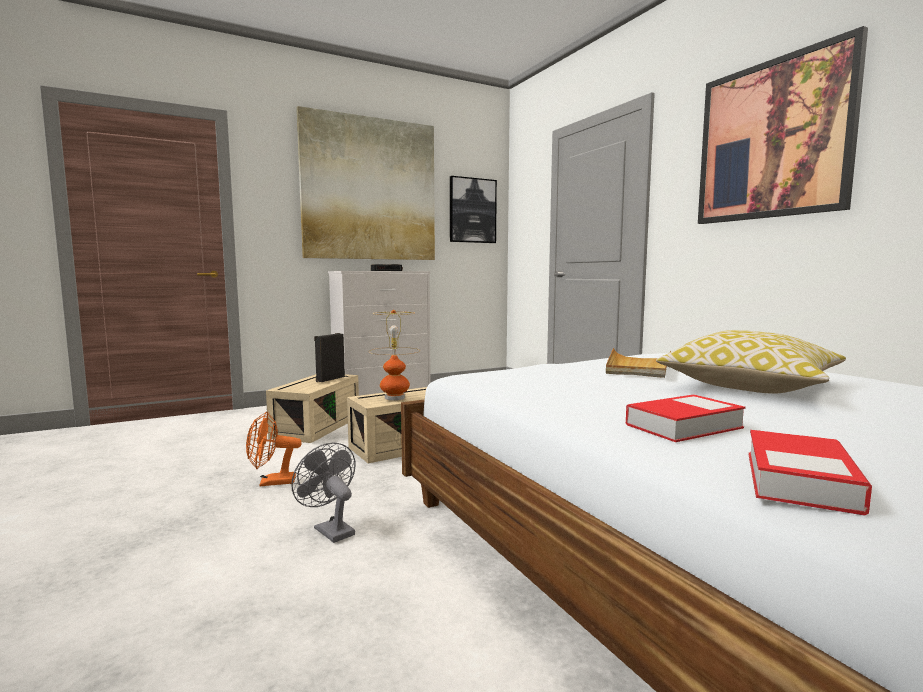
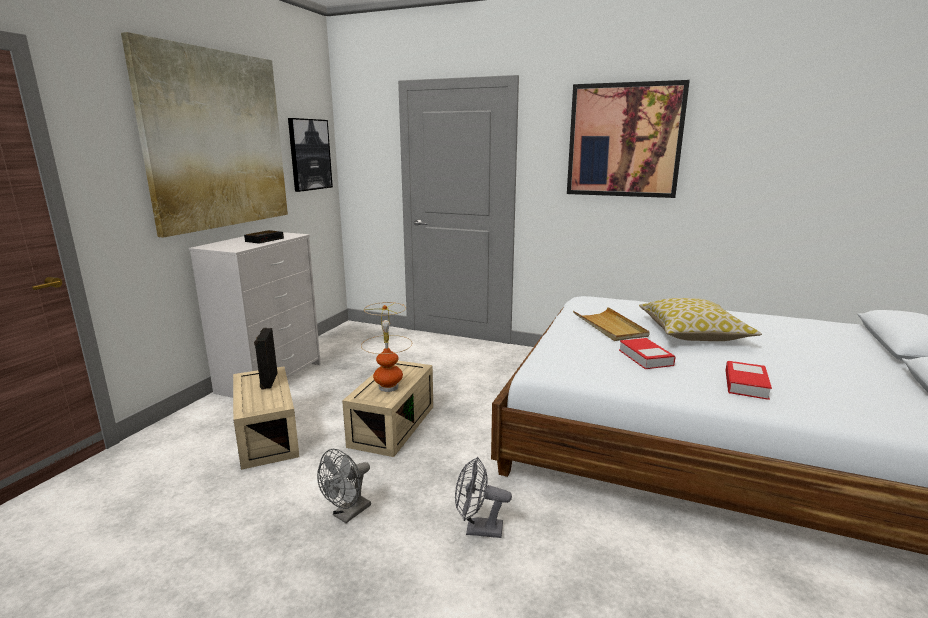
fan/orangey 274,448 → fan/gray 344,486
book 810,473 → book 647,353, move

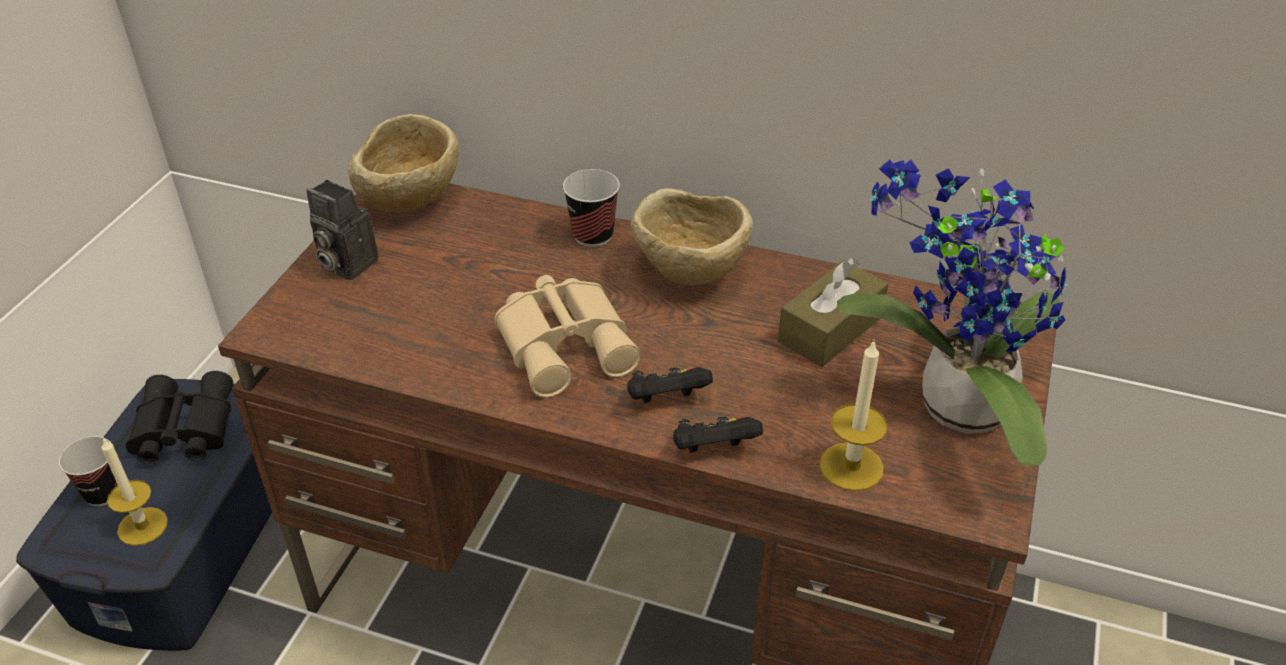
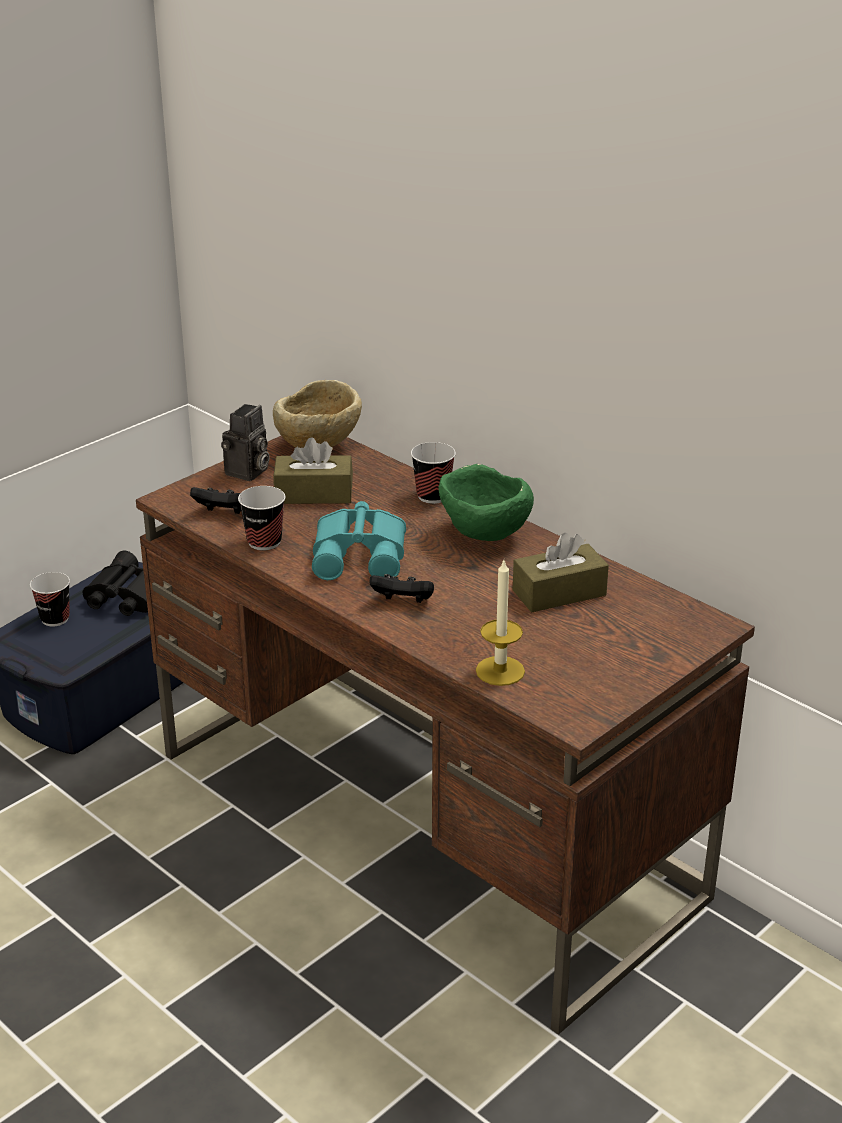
joypad/blackish 718,435 → joypad/blackish 215,500, move
still camera 342,230 → still camera 245,442, 120 degrees counterclockwise
- → drinking cup 261,518
- → tissue holder/brown 313,470
field glasses/sand-coloured 567,336 → field glasses/blue-green 359,540
serving bowl/sand-coloured 692,236 → serving bowl/greenish 486,502
candle 135,492 → -
potted plant 952,313 → -

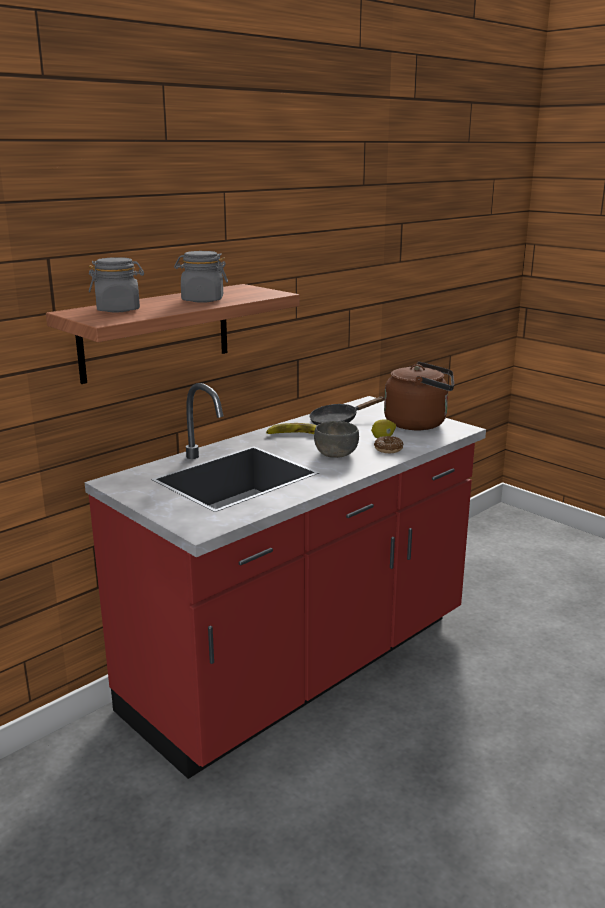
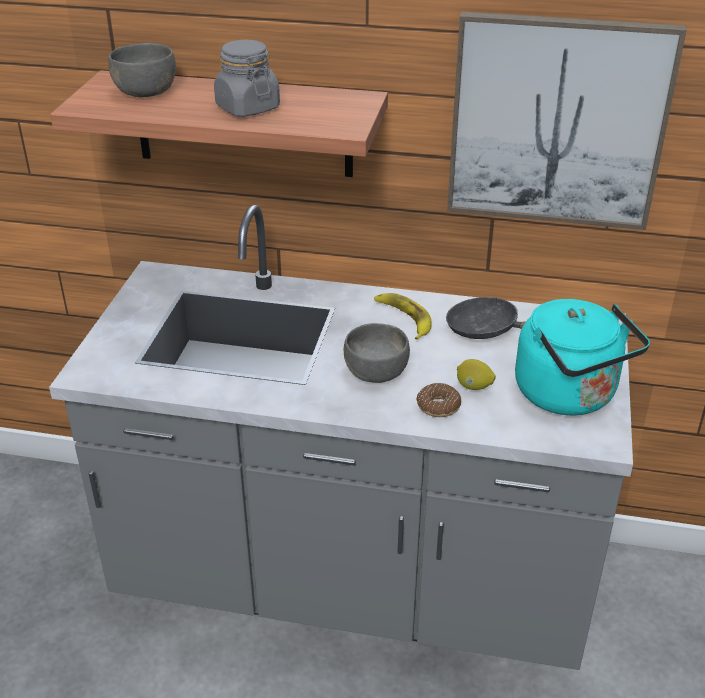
kitchen counter/red 285,581 → kitchen counter/gray 341,437
jar/gray 116,284 → serving bowl/gray 142,70
- → picture 567,120
water kettle/brown 419,396 → water kettle/blue-green 582,357

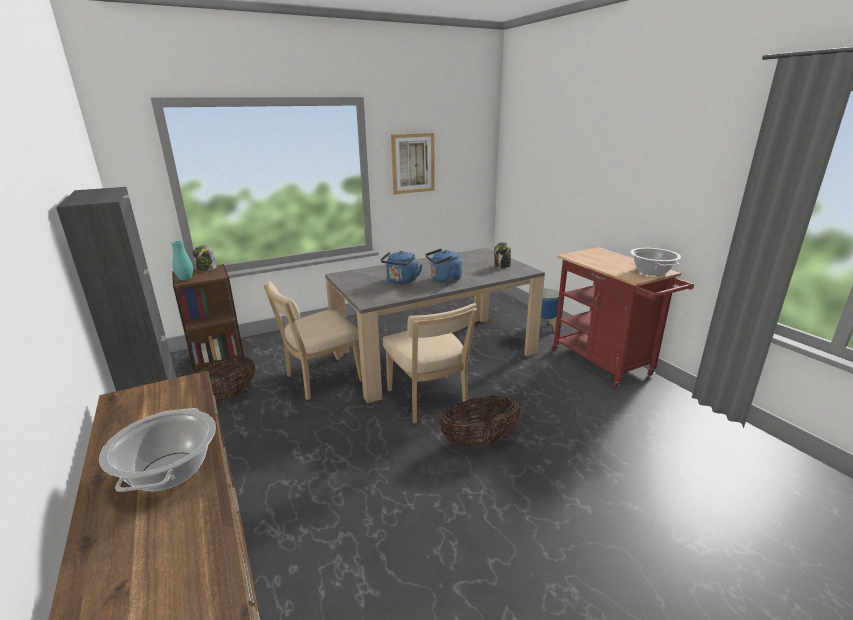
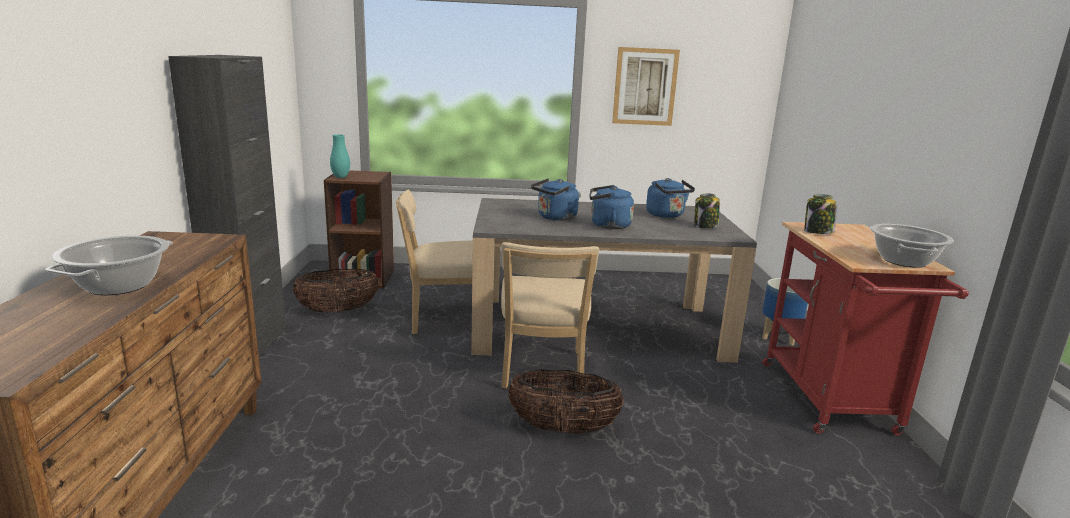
- → water kettle/bluish 670,198
jar 204,258 → jar 820,214, move

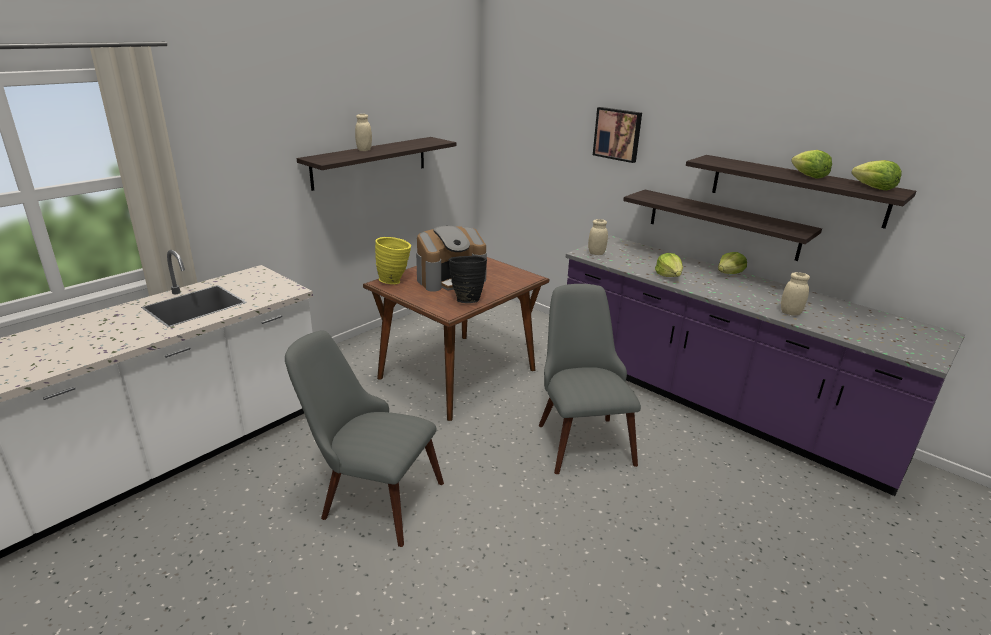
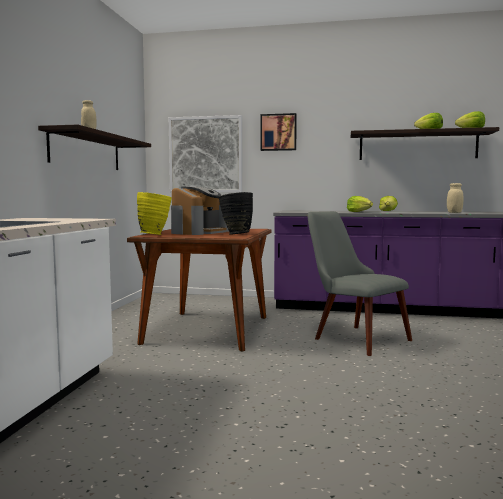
- → picture 205,153
plain chair/gray 364,438 → -
jar/sand-coloured 598,237 → -
wall shelf 722,225 → -

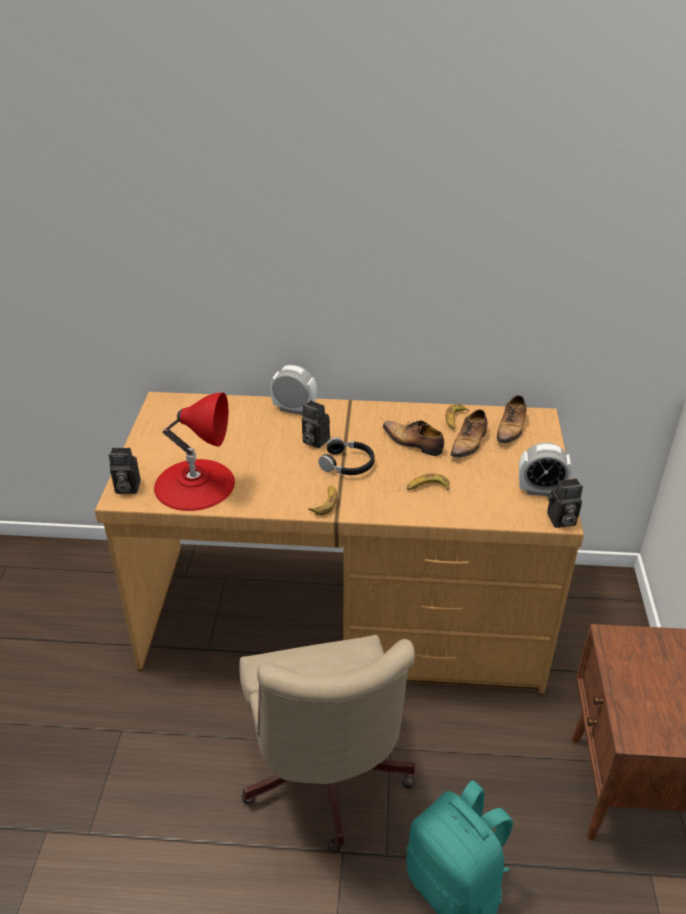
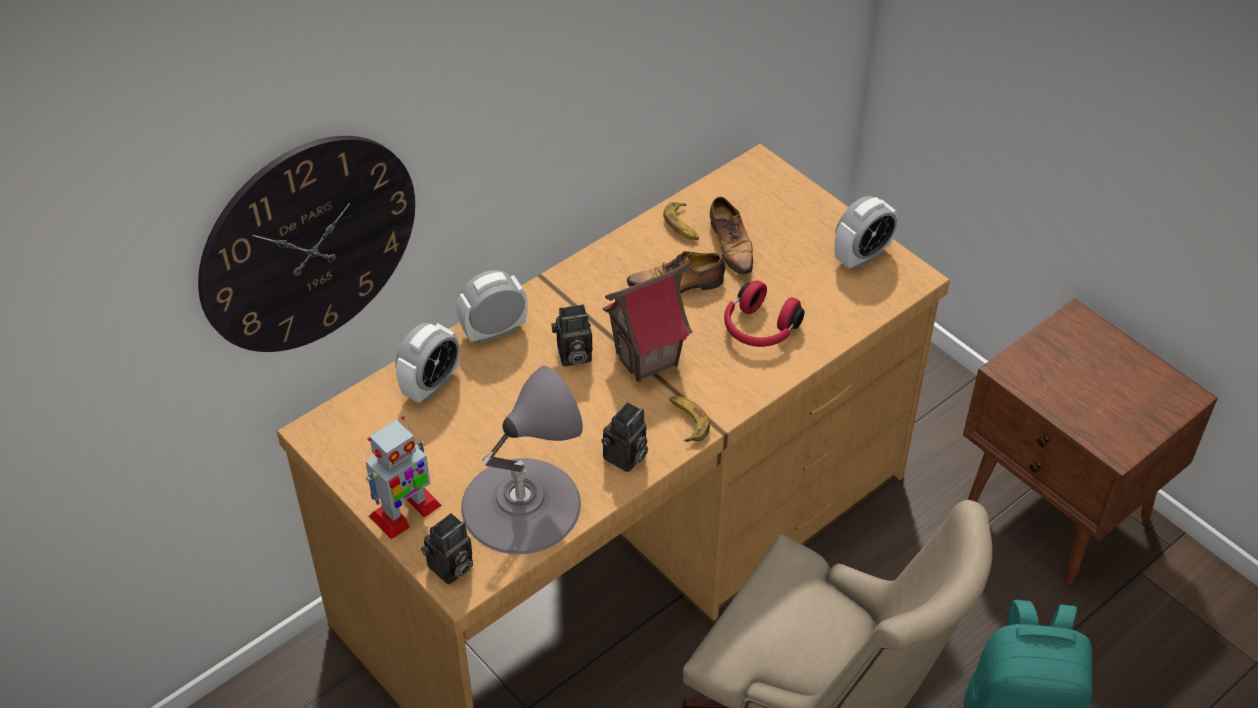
- → wall clock 306,244
- → robot figure 404,477
- → table clock 427,363
lamp for a table/red 194,451 → lamp for a table/gray 522,460
still camera 565,503 → still camera 624,437, move
headset/blackish 346,456 → model house 648,322
whole banana 428,482 → headset/red 764,313
item of footwear 512,419 → -

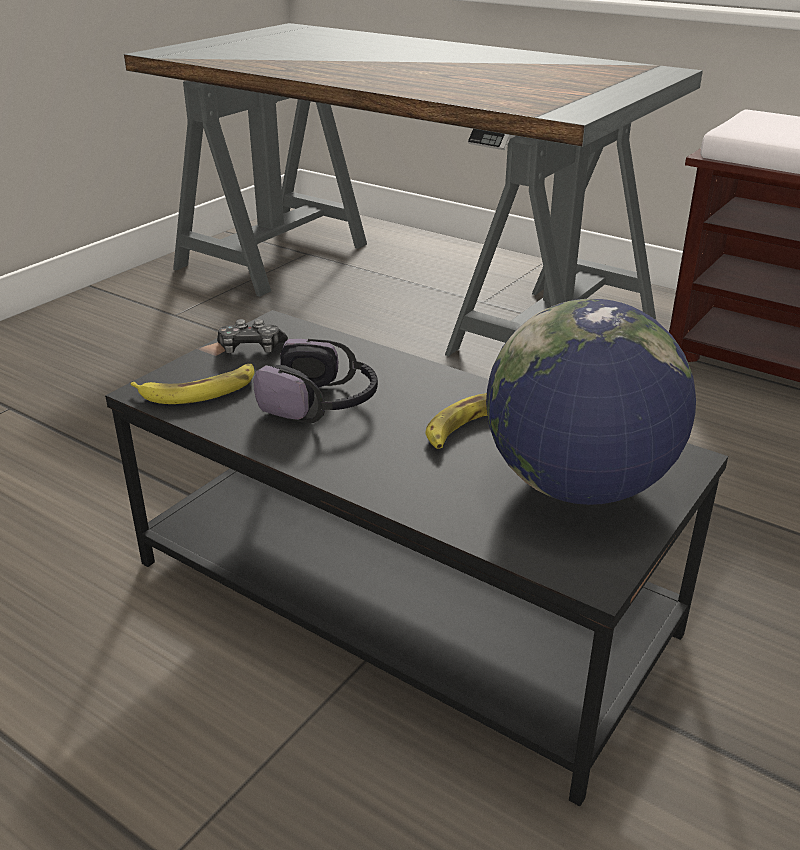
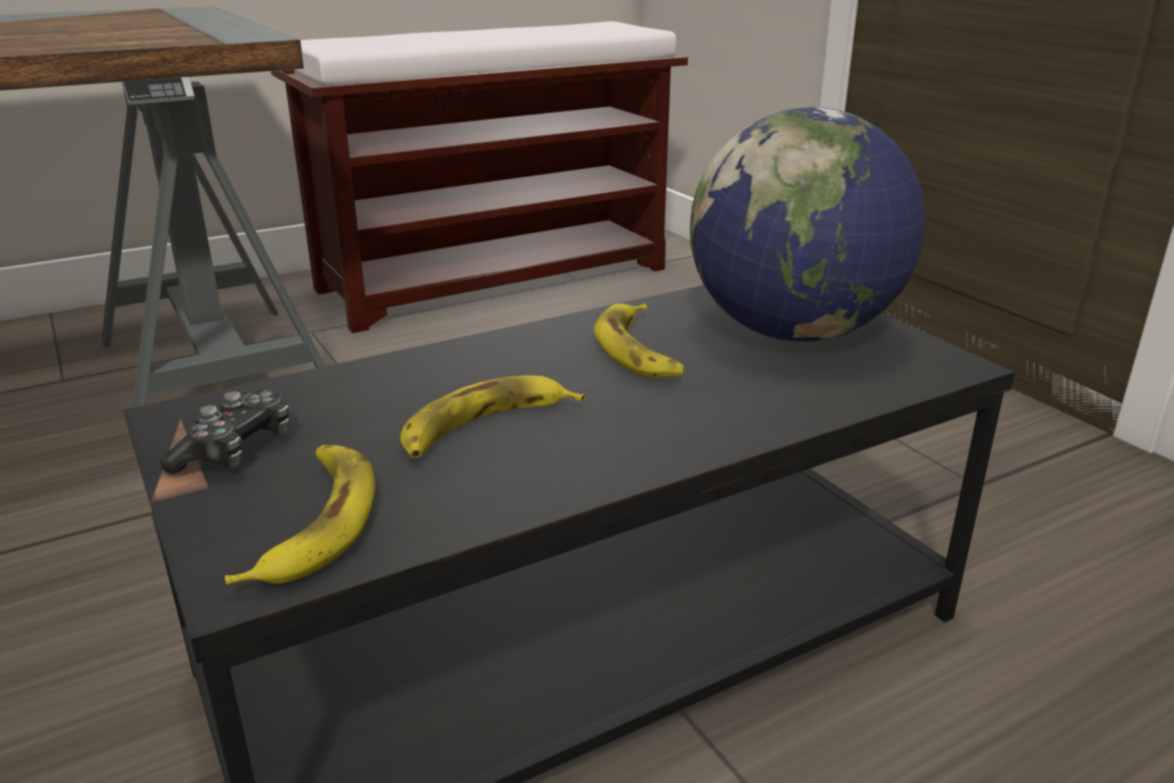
headset 316,381 → whole banana 492,416

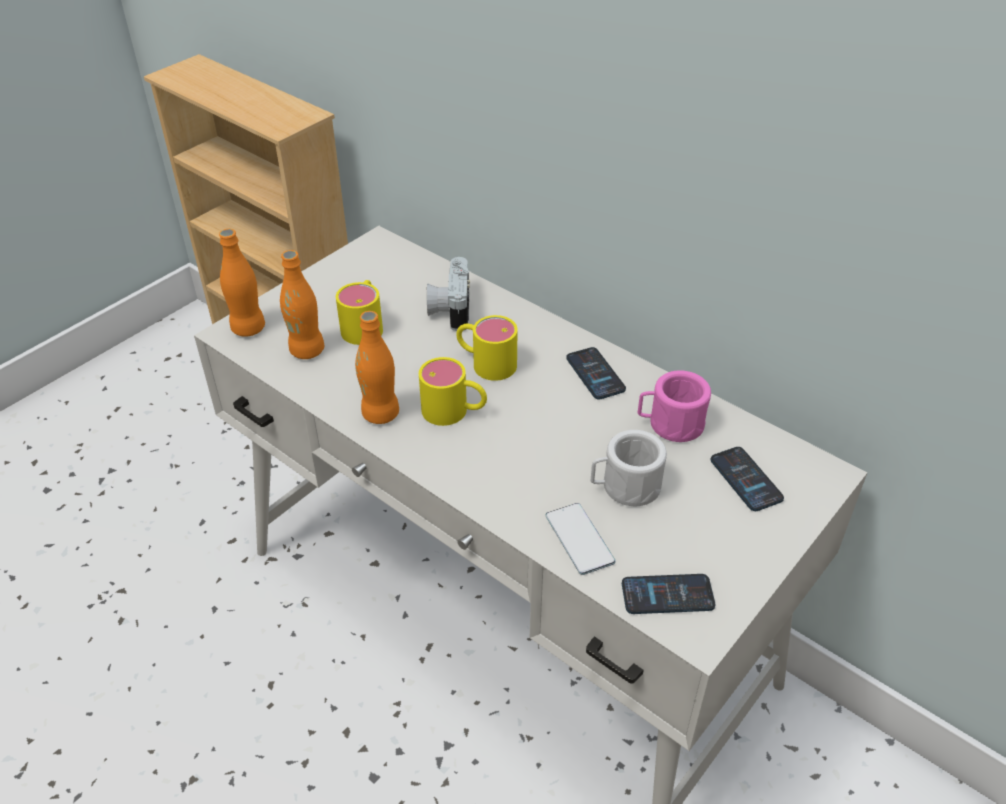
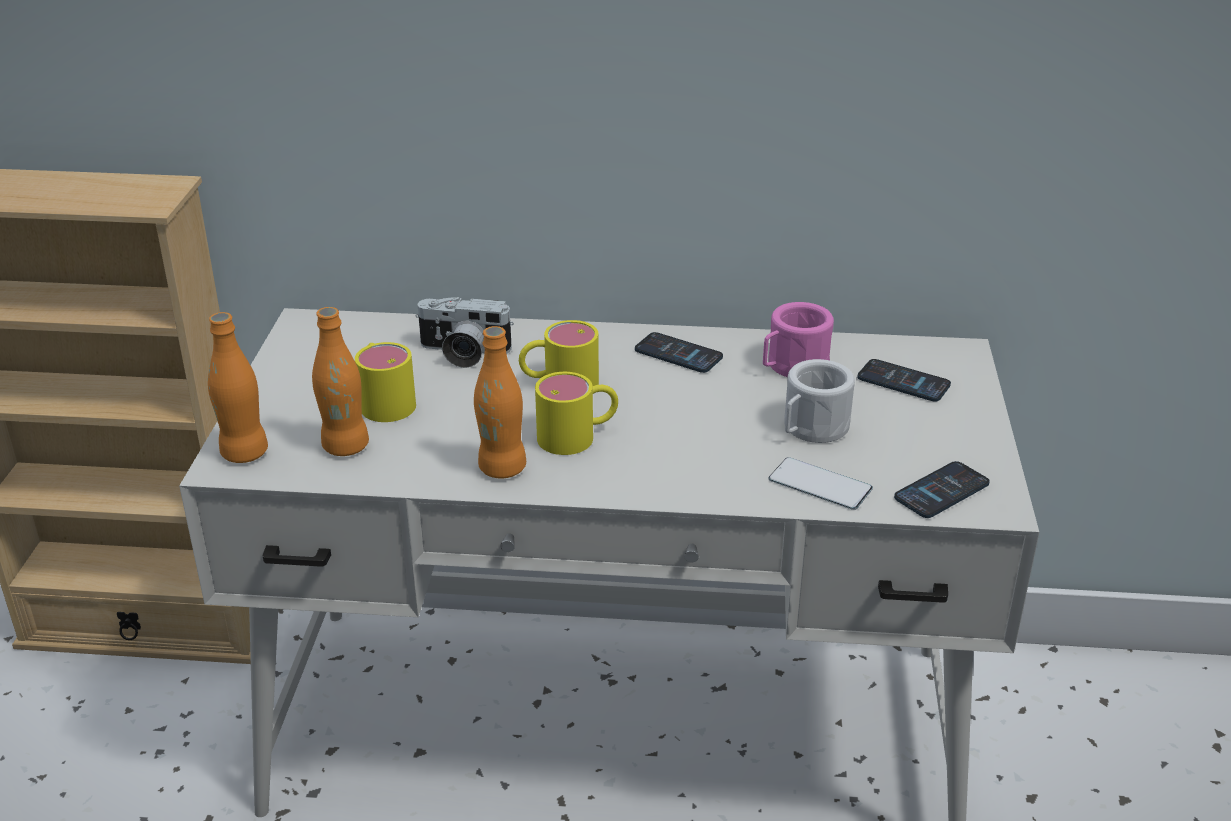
still camera 448,294 → still camera 464,332, 45 degrees counterclockwise

